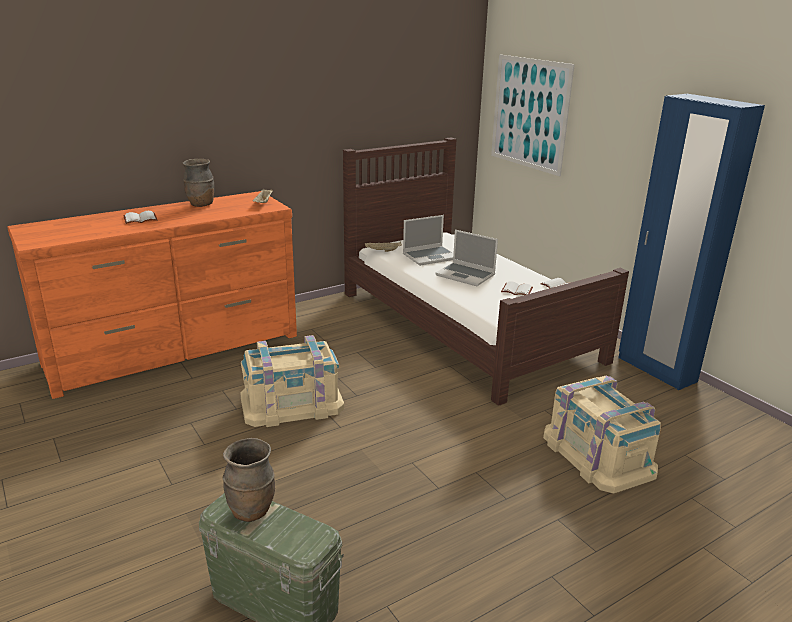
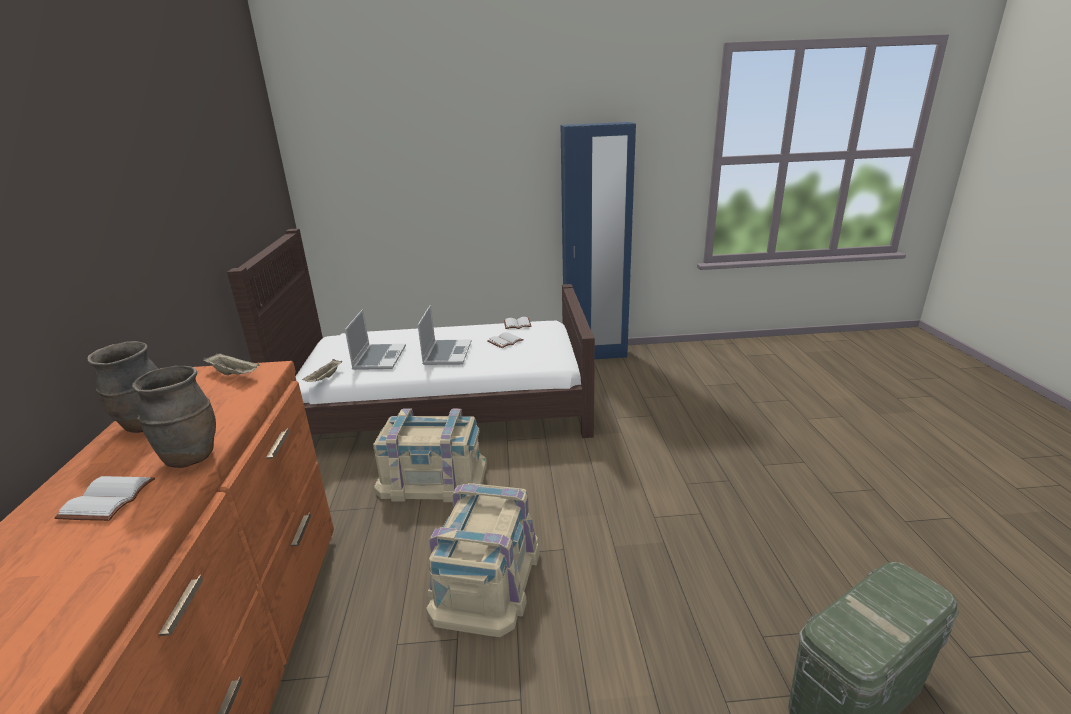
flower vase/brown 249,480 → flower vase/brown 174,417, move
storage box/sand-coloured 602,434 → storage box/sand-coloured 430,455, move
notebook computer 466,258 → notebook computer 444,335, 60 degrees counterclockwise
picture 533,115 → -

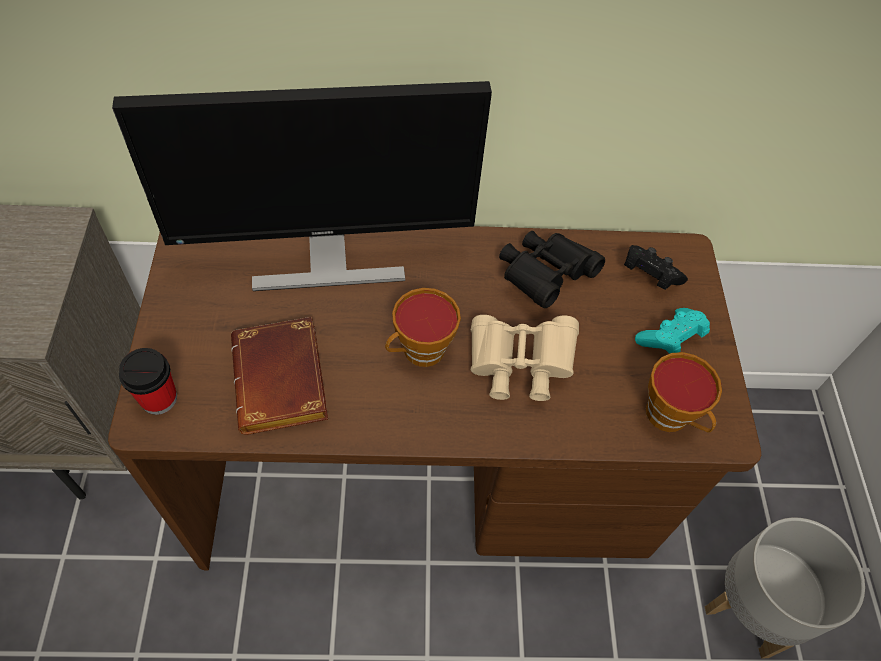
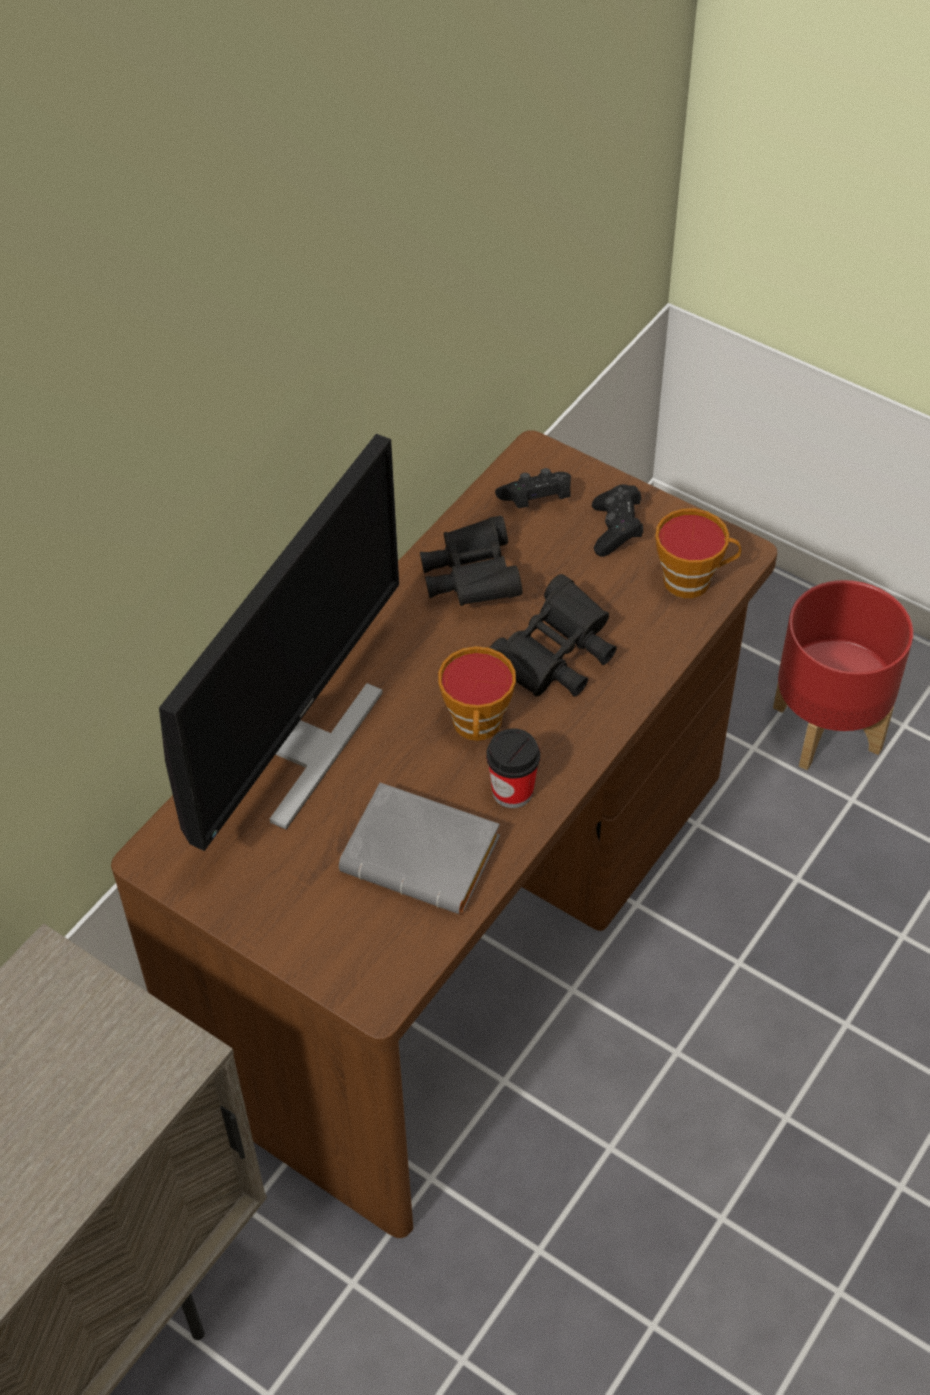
book/brown 279,376 → book/gray 419,849
drinking cup 148,381 → drinking cup 513,768, move
field glasses/sand-coloured 525,358 → field glasses/blackish 553,635
joypad/blue-green 672,331 → joypad/blackish 617,520
plant pot/gray 785,588 → plant pot/red 843,675

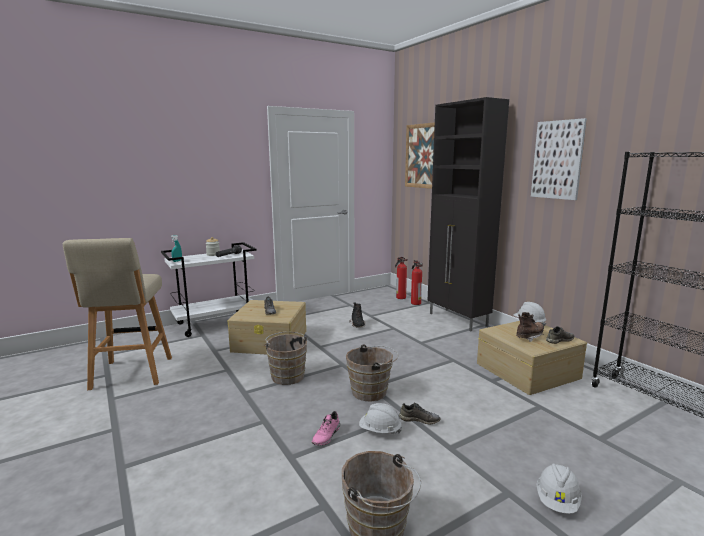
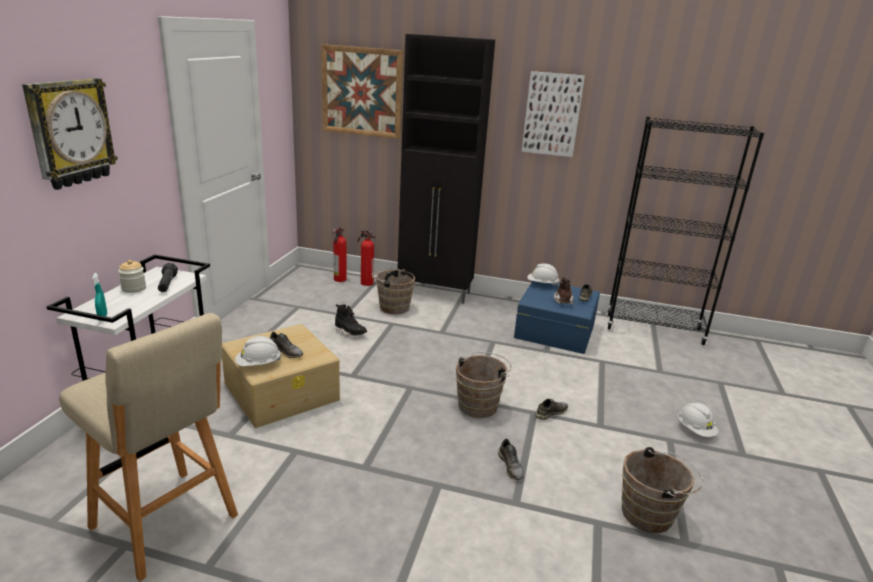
- → wall clock 70,134
hard hat/white-coloured 380,418 → hard hat/white-coloured 258,351, move
bucket/brown 286,358 → bucket/brown 393,291, move
item of footwear/pink 326,428 → item of footwear/gray 511,459
storage box/sand-coloured 532,358 → storage box/bluish 557,317

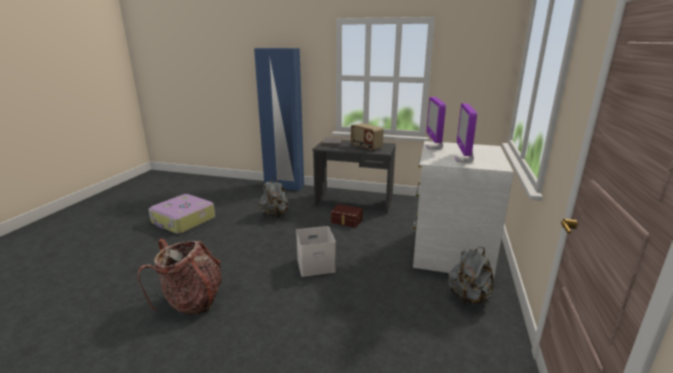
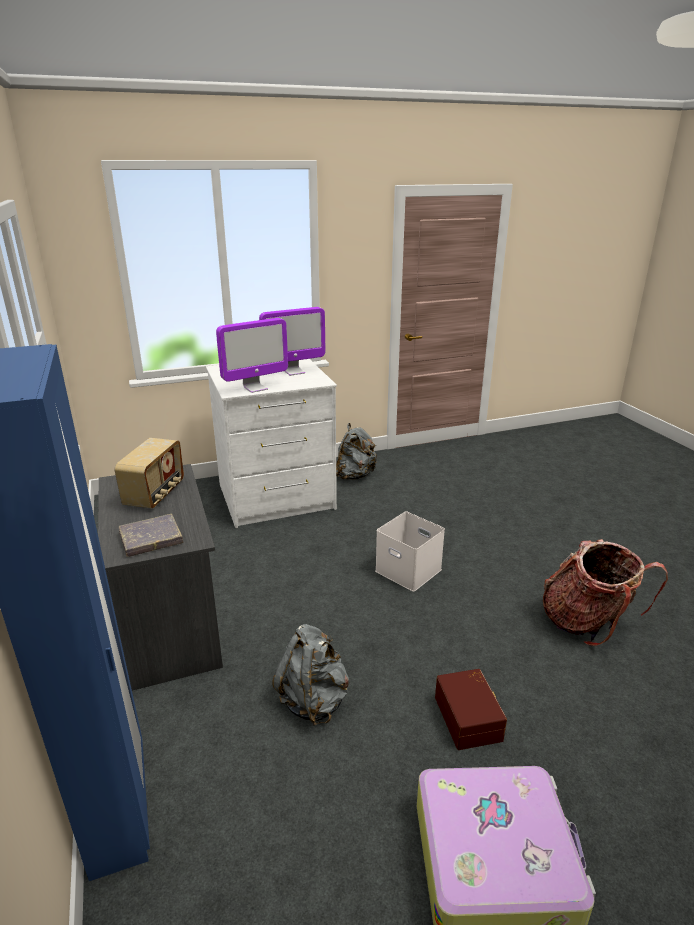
storage box/brown 347,216 → storage box/brown 471,709, move

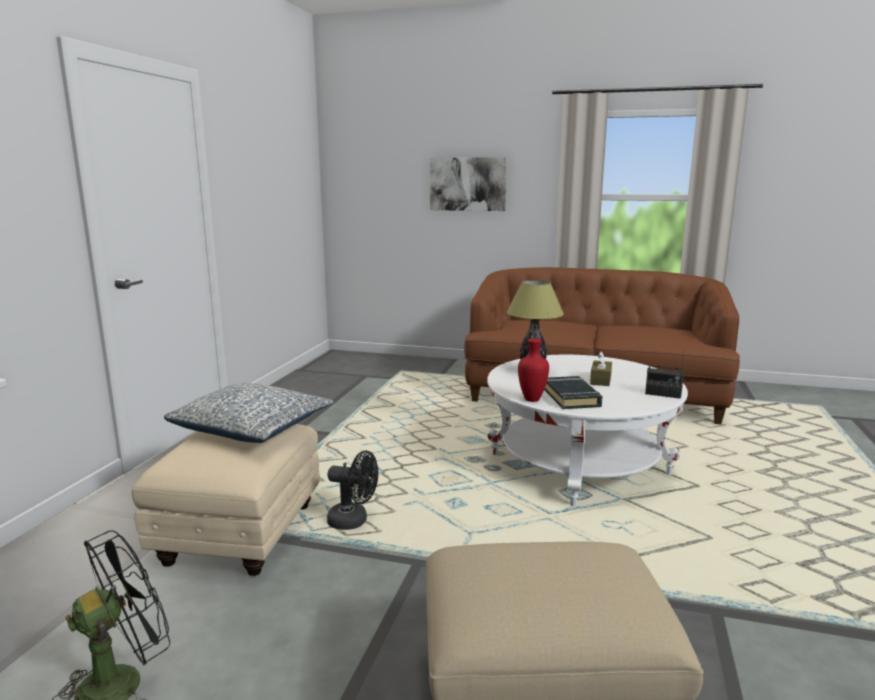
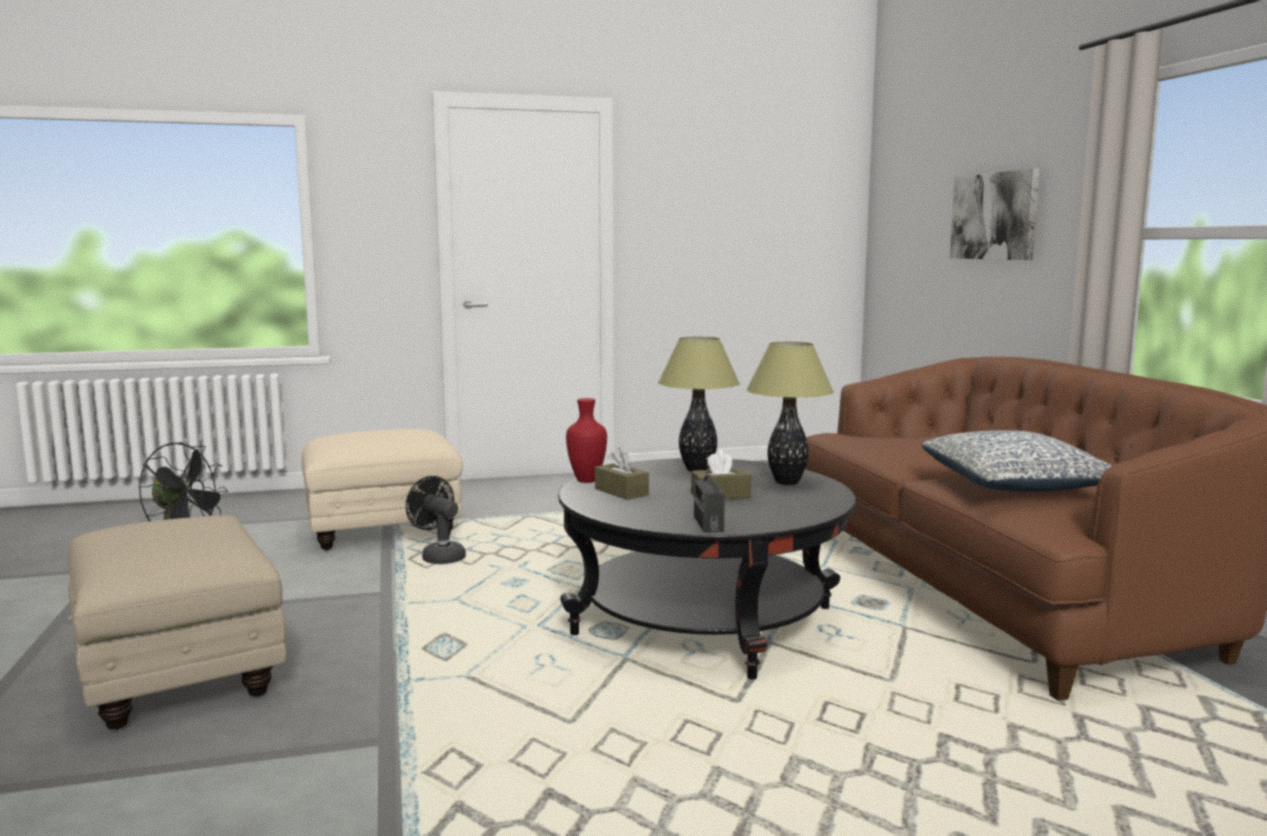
fan/blackish 352,490 → fan/blackish 436,520, 150 degrees clockwise
lounge table/white-coloured 587,431 → lounge table/blackish 707,569
book/blackish 573,392 → tissue holder/brown 622,474
- → lamp for a table 790,413
cushion 248,413 → cushion 1017,461, move

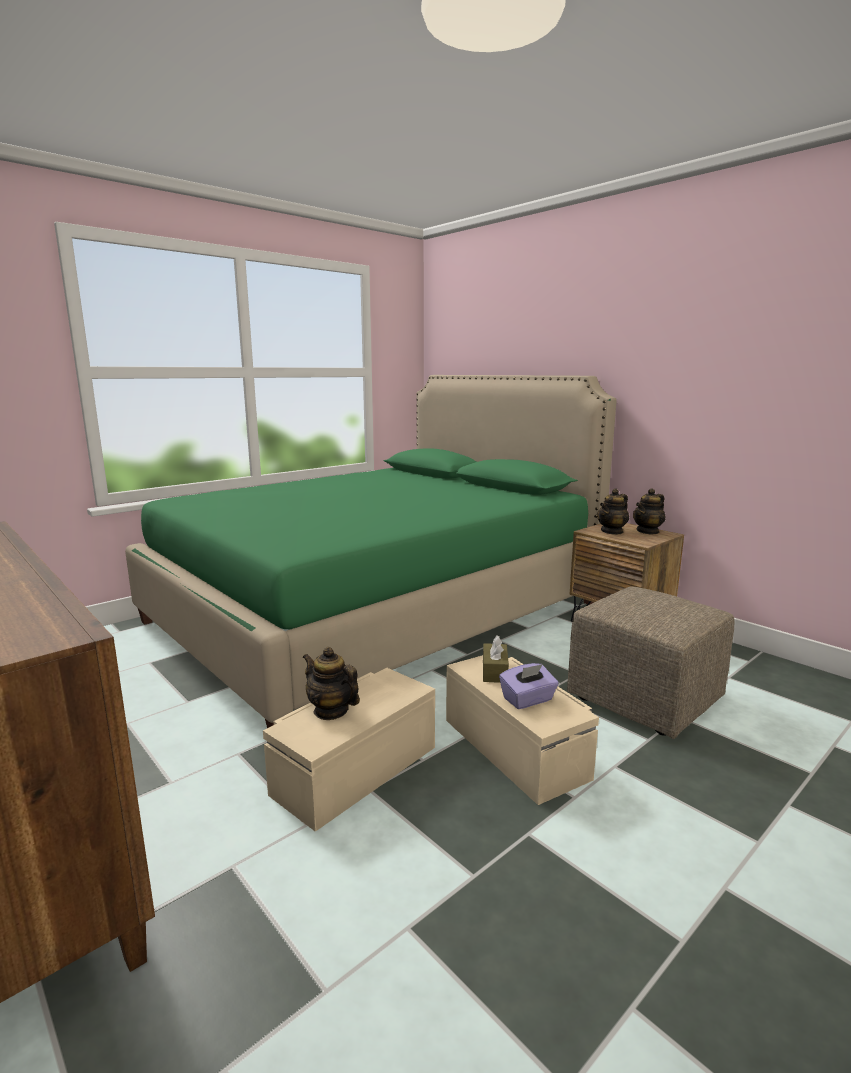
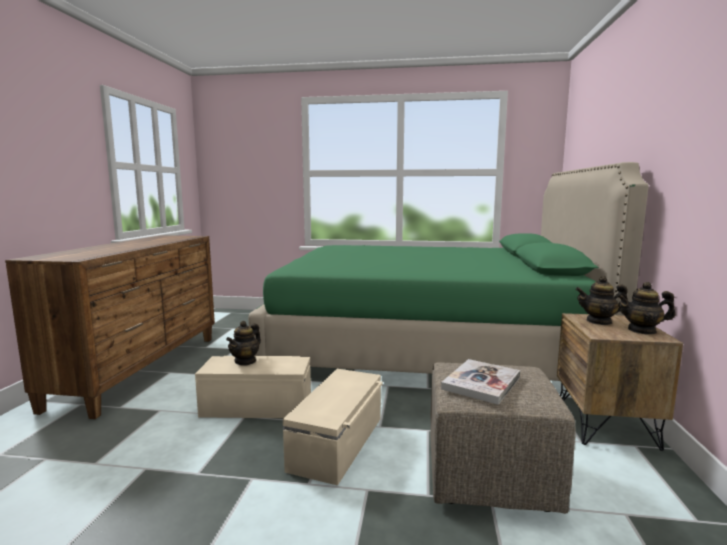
pot for tea 331,683 → pot for tea 243,343, 150 degrees counterclockwise
- → book 480,382
tissue holder/brown 496,659 → -
tissue holder/purplish 529,686 → -

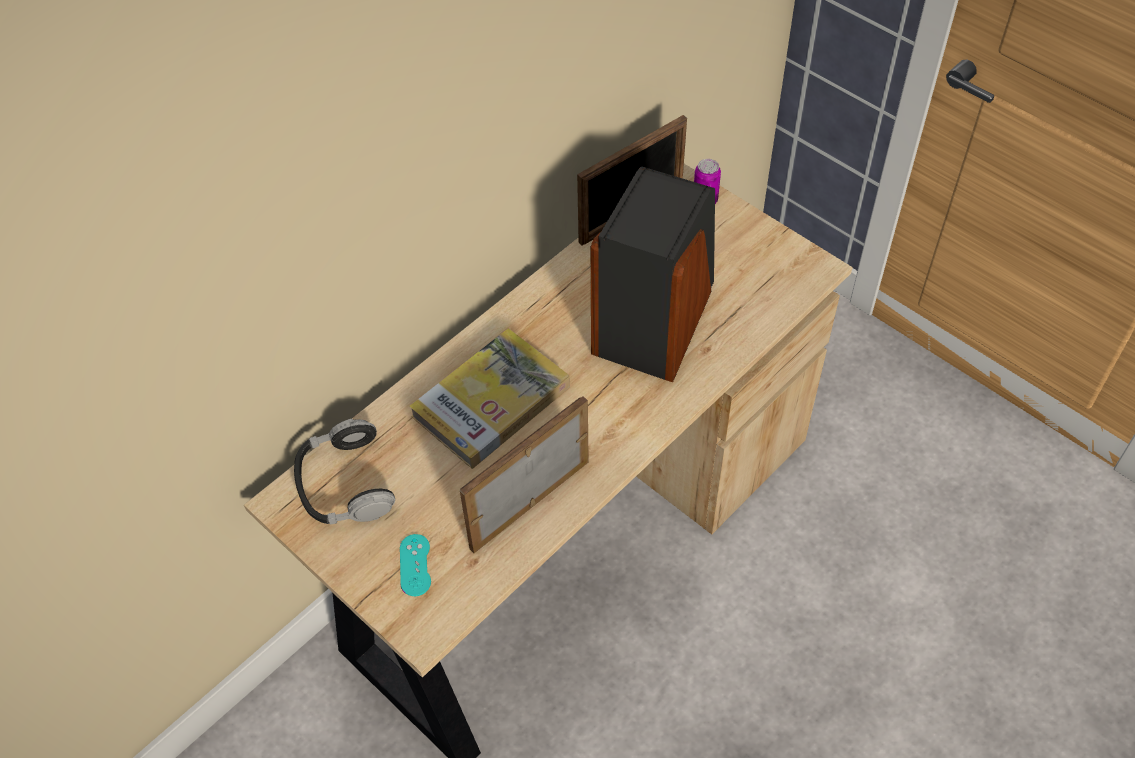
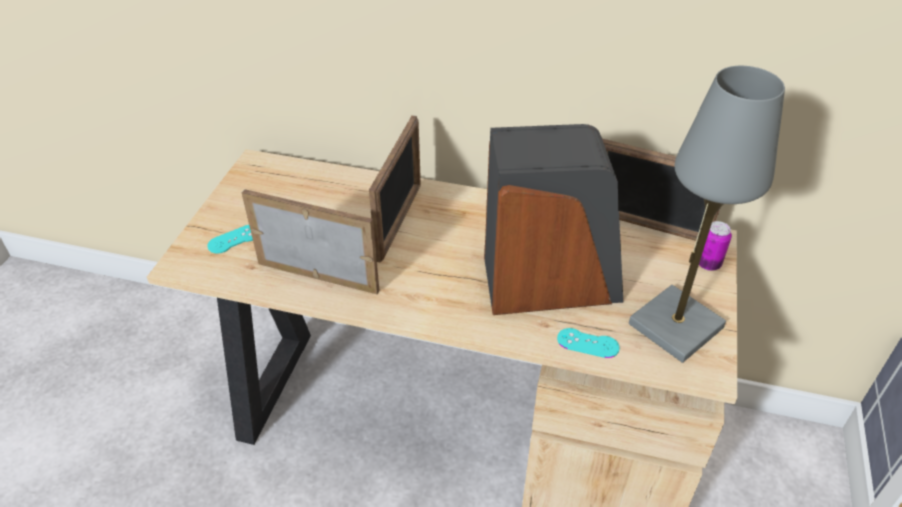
book 489,398 → photo frame 395,189
- → joypad/blue-green 588,343
- → lamp for a table/gray 707,214
headset 344,472 → -

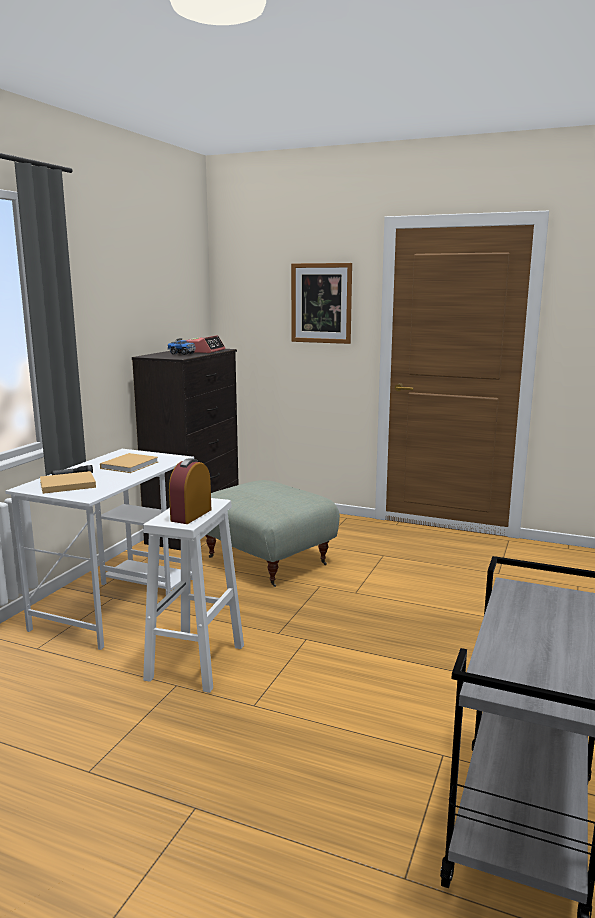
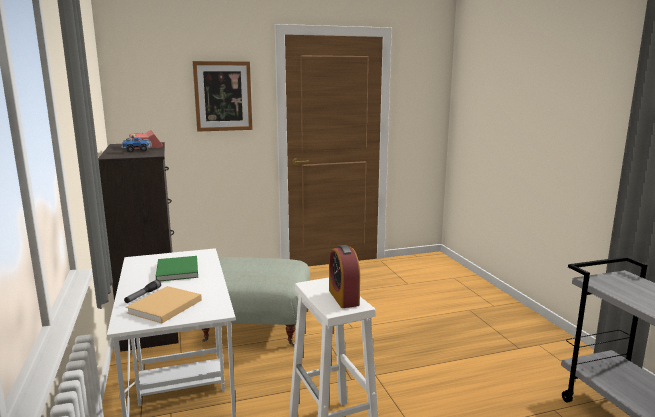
book/sand-coloured 129,463 → book/greenish 177,268

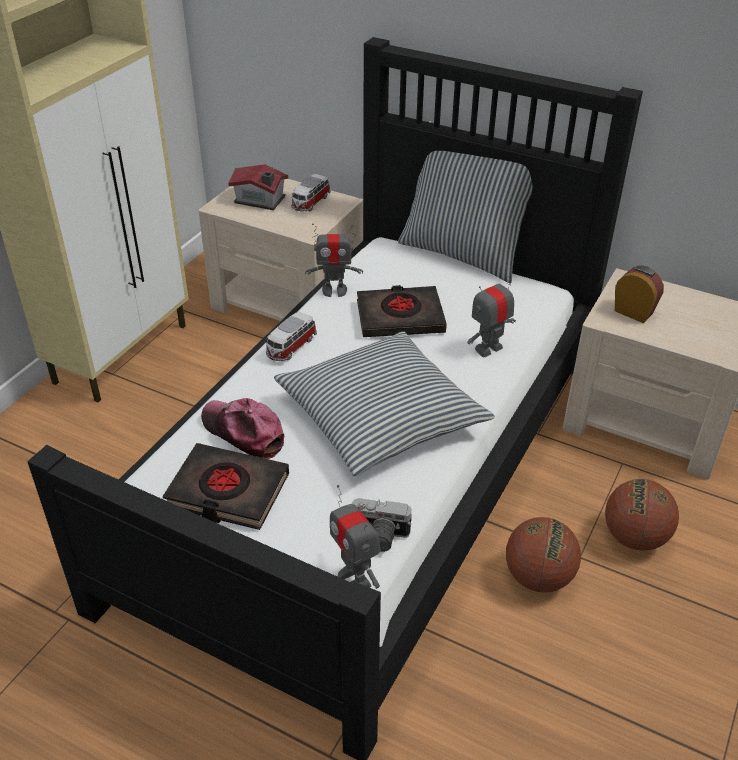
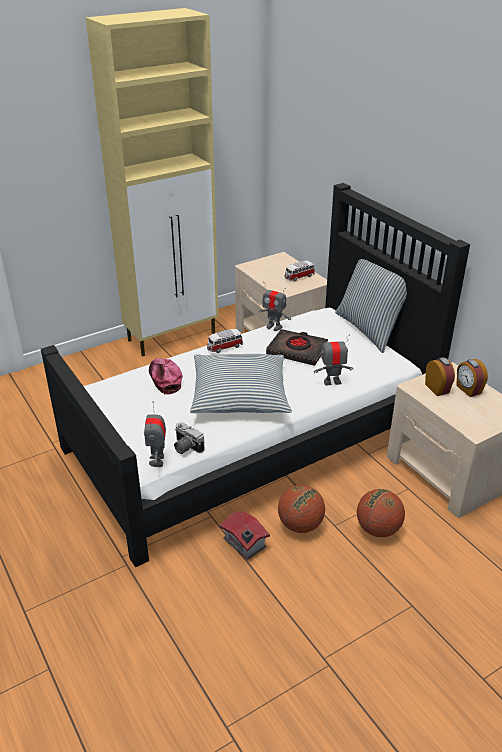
model house 258,187 → model house 245,535, move
- → table clock 472,378
book/blackish 226,486 → -

